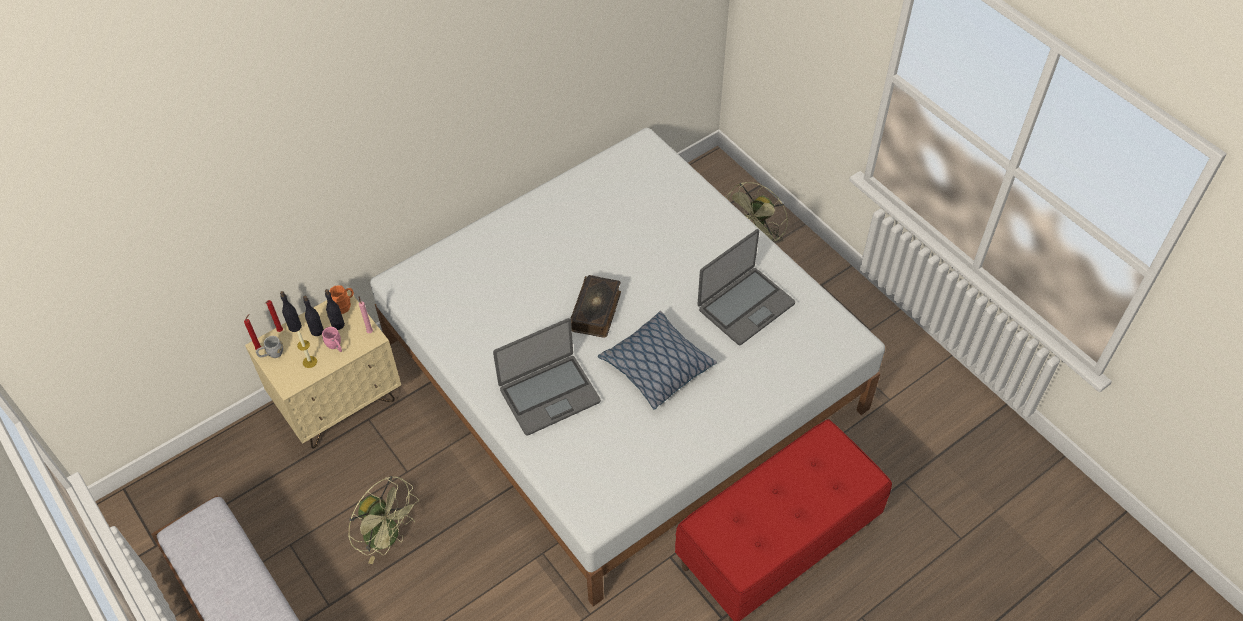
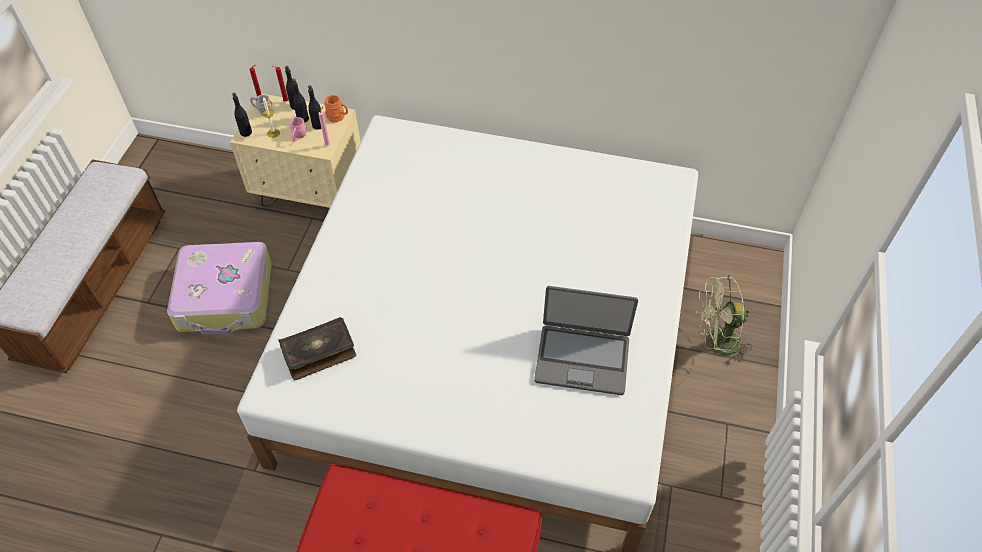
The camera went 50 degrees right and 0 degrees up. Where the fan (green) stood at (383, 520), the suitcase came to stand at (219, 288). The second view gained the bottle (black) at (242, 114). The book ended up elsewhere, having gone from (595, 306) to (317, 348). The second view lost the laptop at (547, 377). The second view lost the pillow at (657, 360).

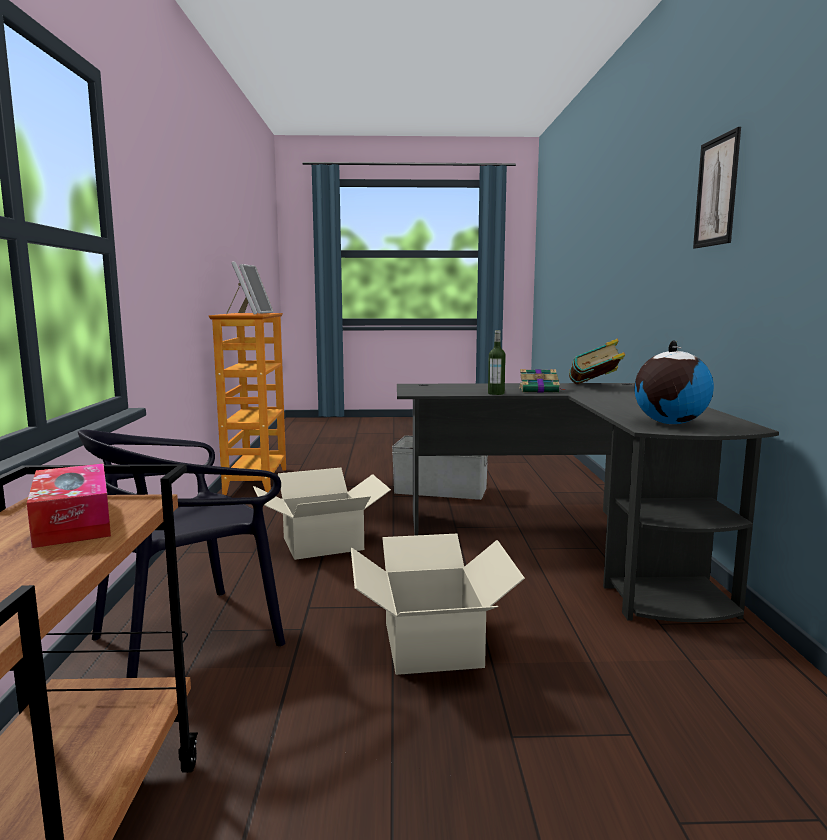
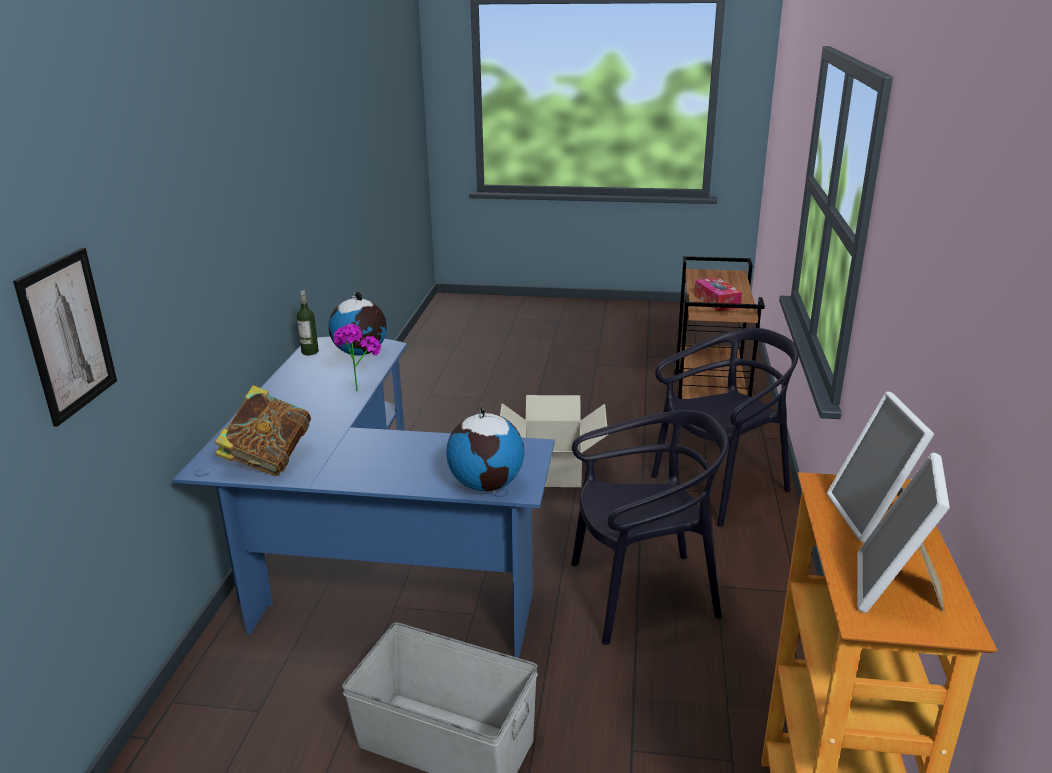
The camera went 170 degrees left and 15 degrees up. The picture ended up elsewhere, having gone from (717, 188) to (65, 337). What was the desk (black) at (588, 502) turned into the desk (blue) at (364, 497). The bottle ended up elsewhere, having gone from (497, 362) to (308, 323). The second view gained the potted plant at (357, 357). The second view gained the globe at (485, 448). Where the cardboard box stood at (322, 514), the chair (black) came to stand at (650, 527). The second view lost the book at (541, 381).

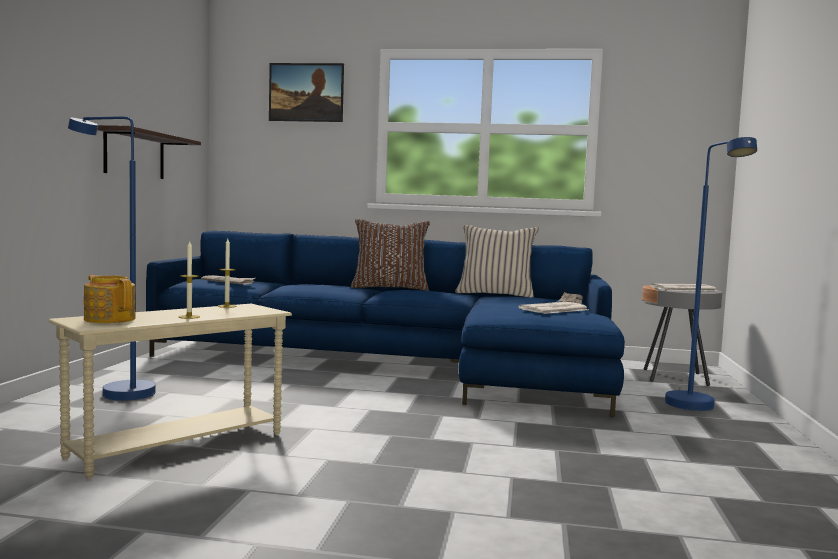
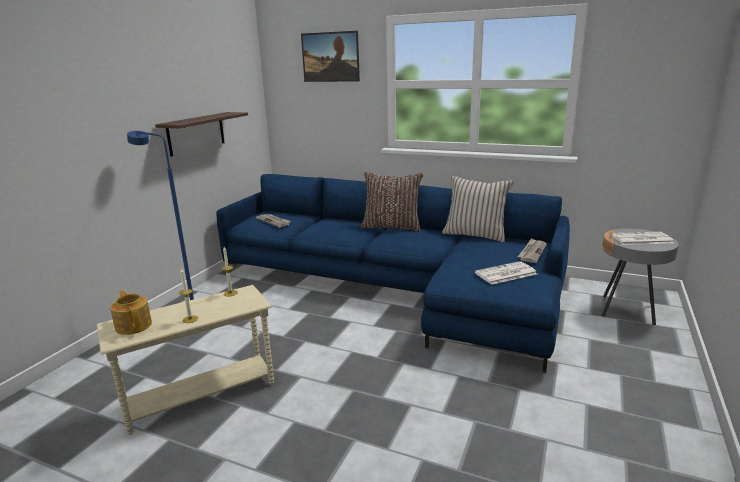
The camera went 15 degrees right and 15 degrees up. The second view lost the floor lamp (blue) at (711, 274).

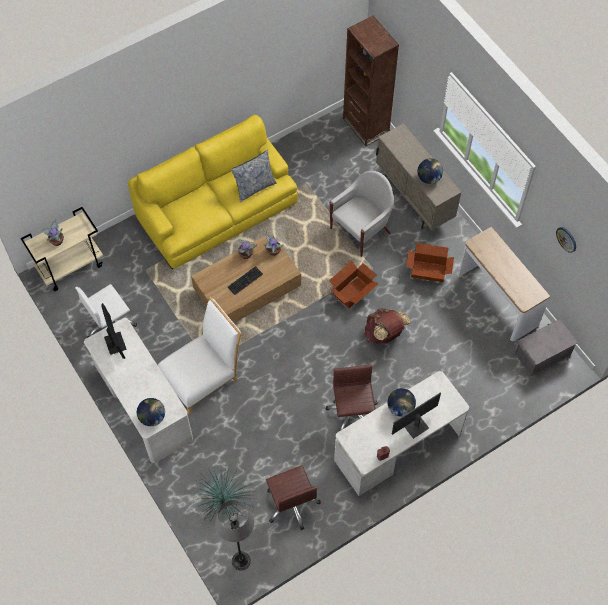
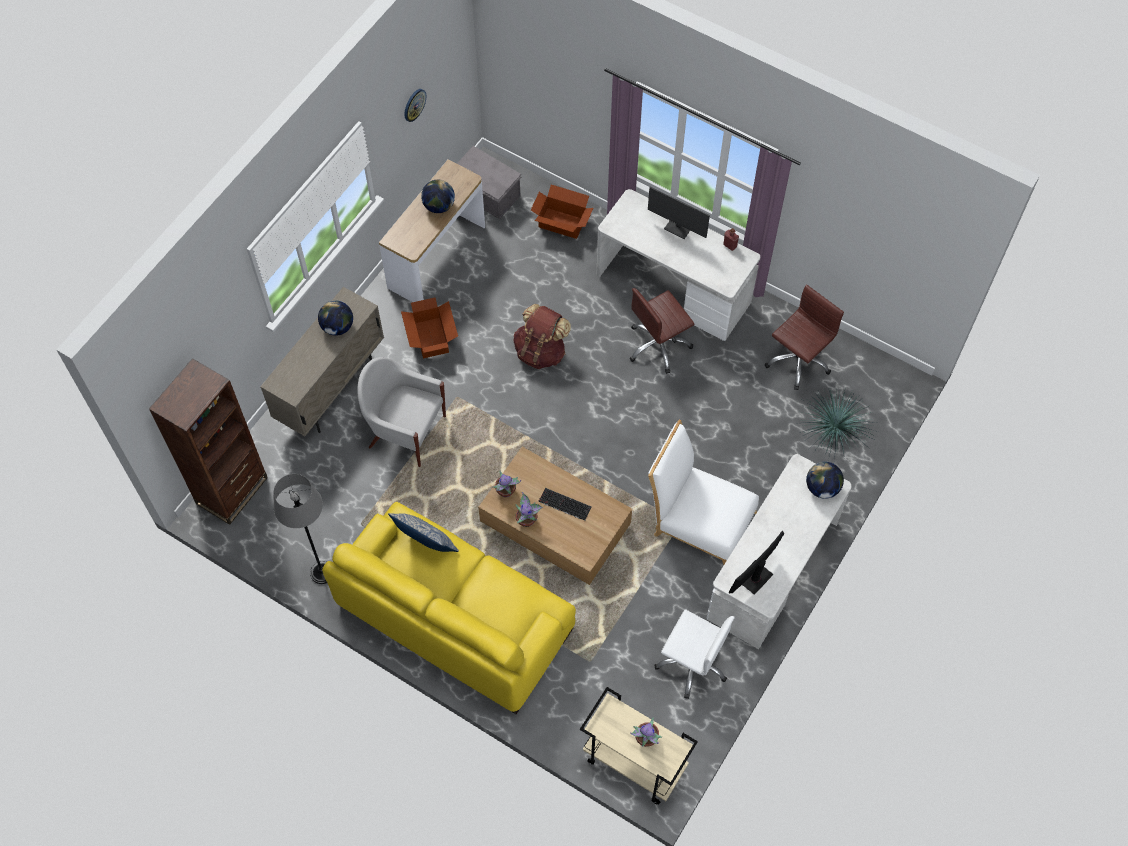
The camera went 115 degrees left and 0 degrees up. The floor lamp (grey) ended up elsewhere, having gone from (234, 535) to (300, 529). The globe ended up elsewhere, having gone from (401, 402) to (438, 196). The cardboard box ended up elsewhere, having gone from (353, 284) to (562, 212).

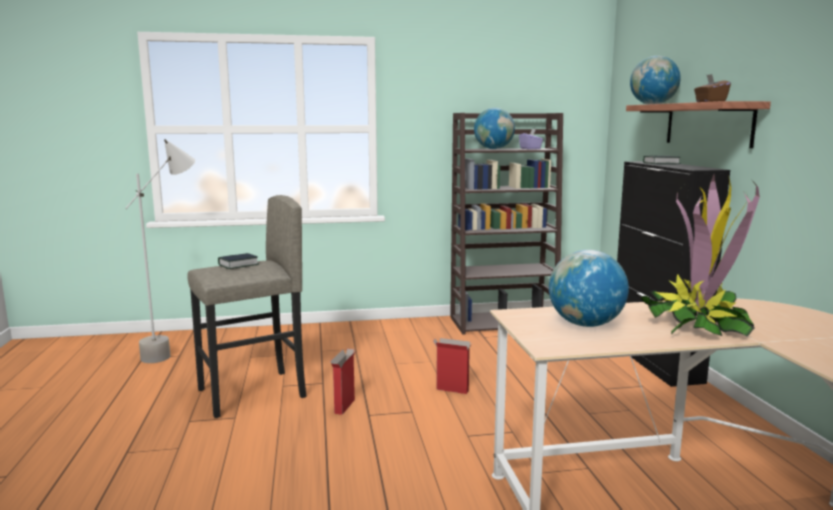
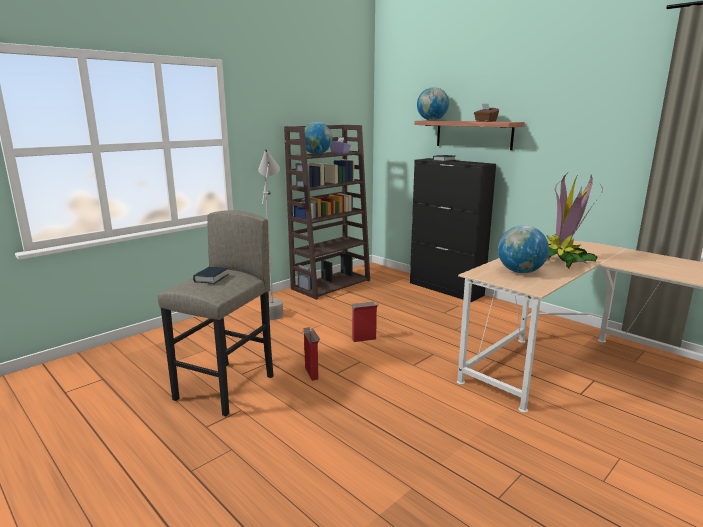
The camera went 35 degrees left and 5 degrees up. The floor lamp (grey) ended up elsewhere, having gone from (160, 251) to (271, 234).

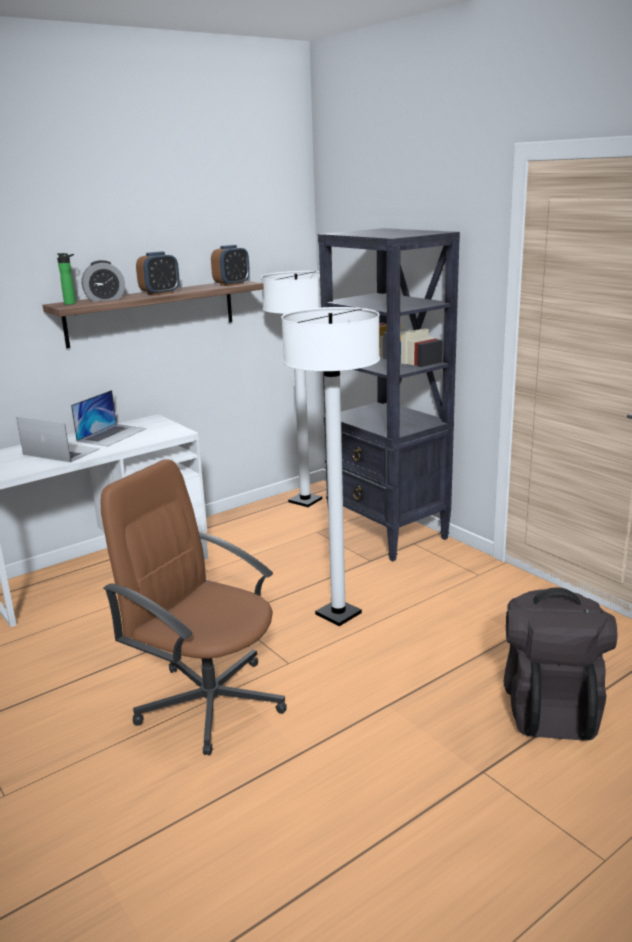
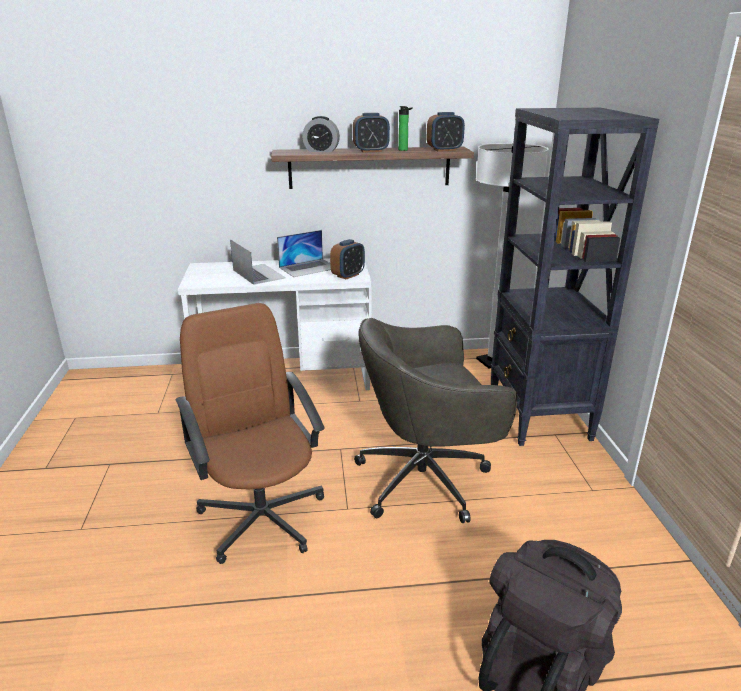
The camera went 30 degrees right and 5 degrees up. The second view gained the alarm clock at (347, 259). Where the floor lamp (white) stood at (330, 466), the office chair (grey) came to stand at (435, 420). The bottle ended up elsewhere, having gone from (66, 279) to (405, 128).

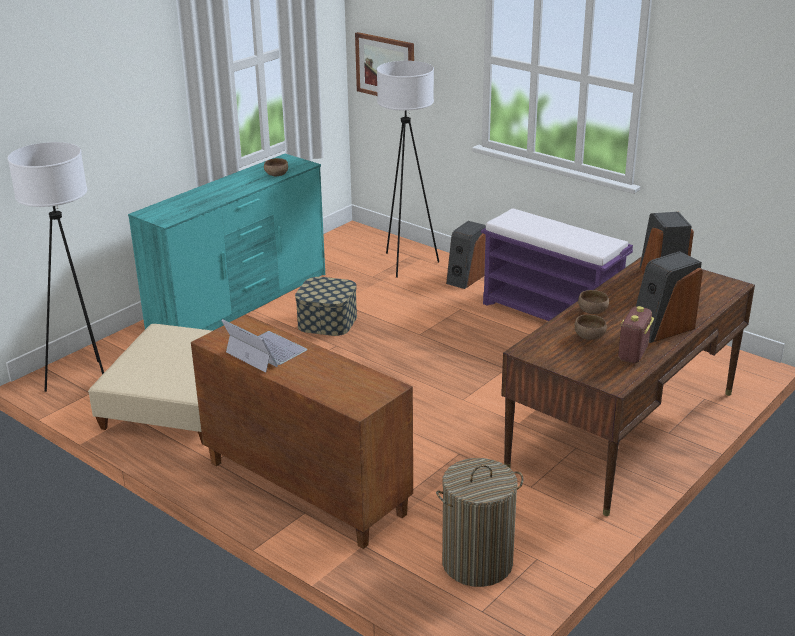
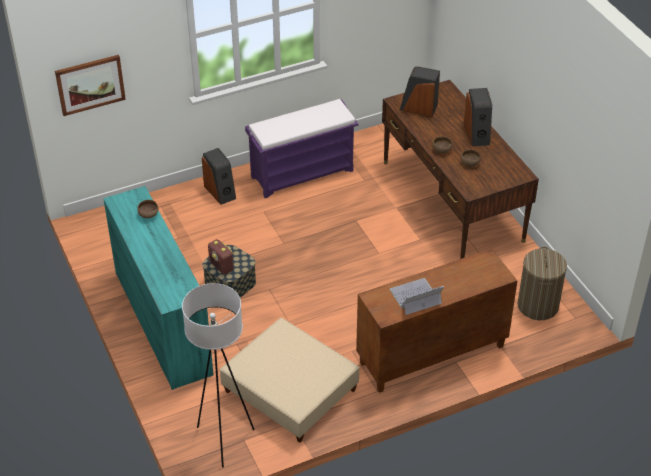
The camera went 65 degrees left and 15 degrees up. The radio ended up elsewhere, having gone from (636, 335) to (221, 257). The second view lost the floor lamp (white) at (408, 169).

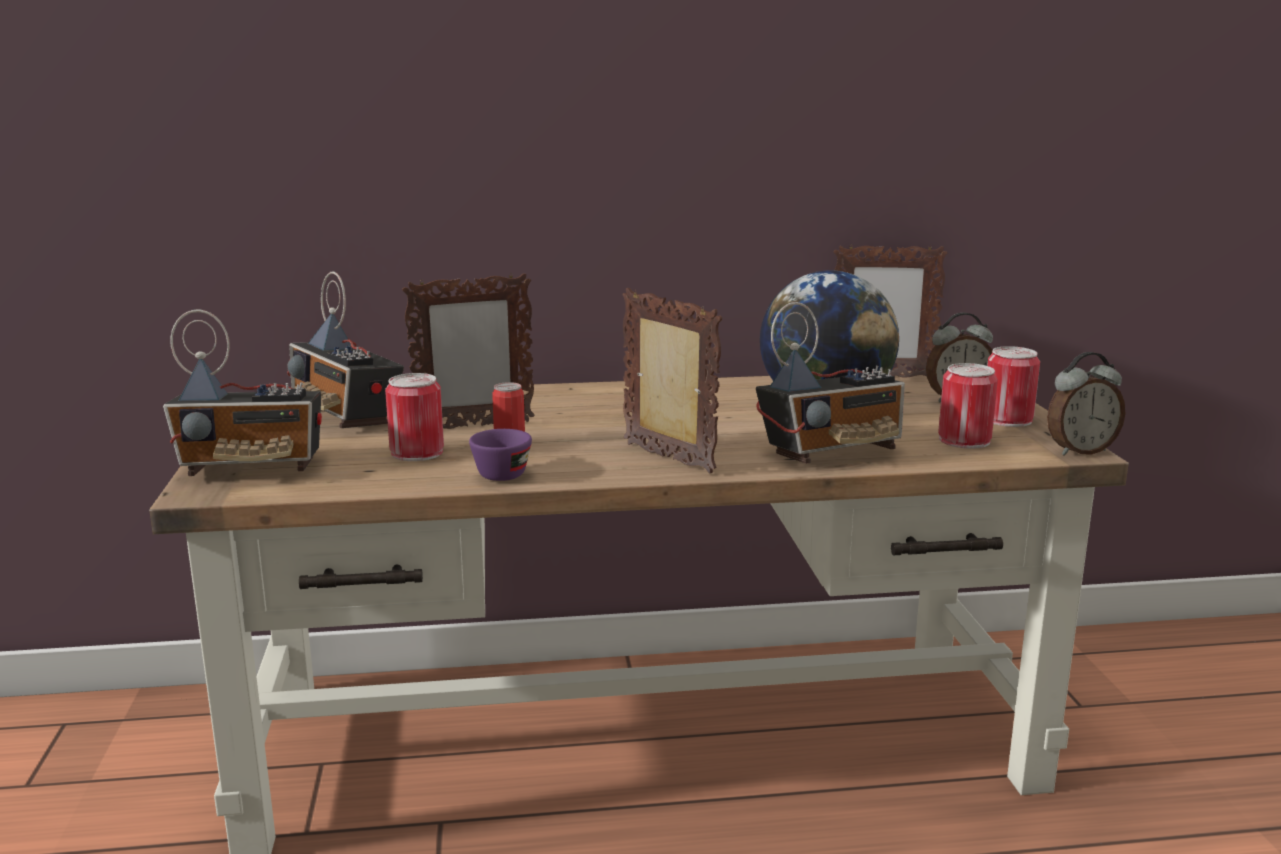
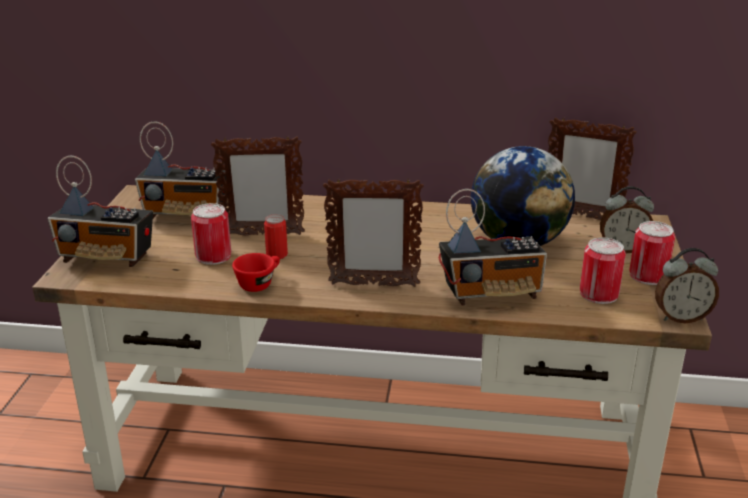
The camera went 15 degrees right and 10 degrees up. The radio at (345, 349) ended up facing another way, 60 degrees counterclockwise from before. What was the cup (purple) at (500, 455) turned into the cup (red) at (256, 272). The picture frame at (672, 381) ended up facing another way, 120 degrees clockwise from before.

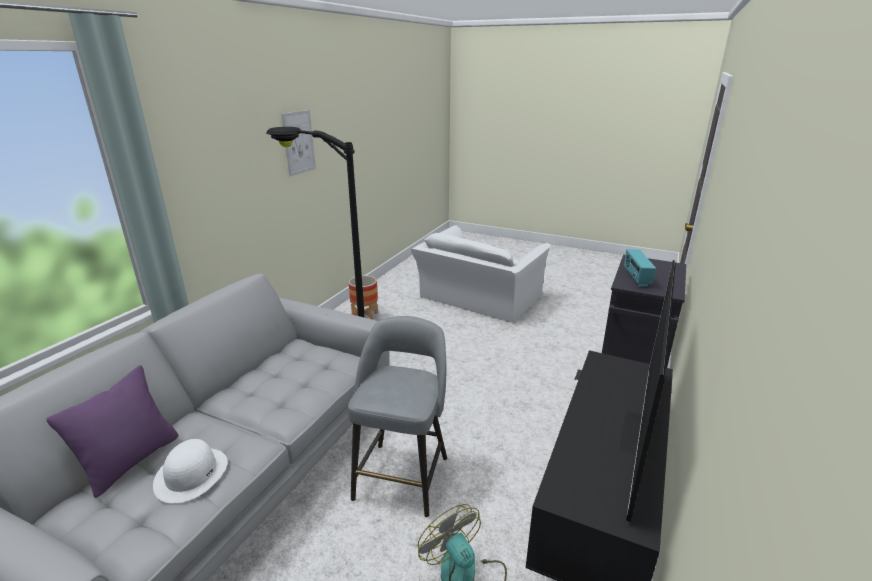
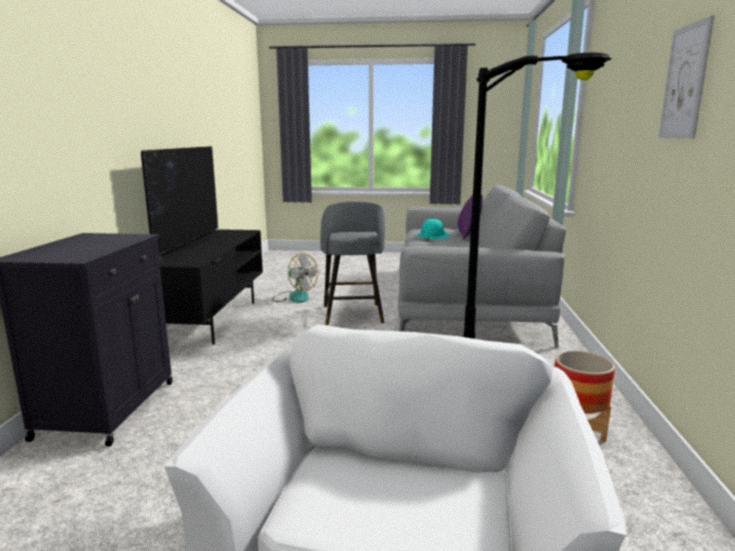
The camera went 160 degrees right and 10 degrees down. What was the hat (white) at (190, 471) turned into the hat (turquoise) at (433, 229). The second view lost the radio at (640, 268).

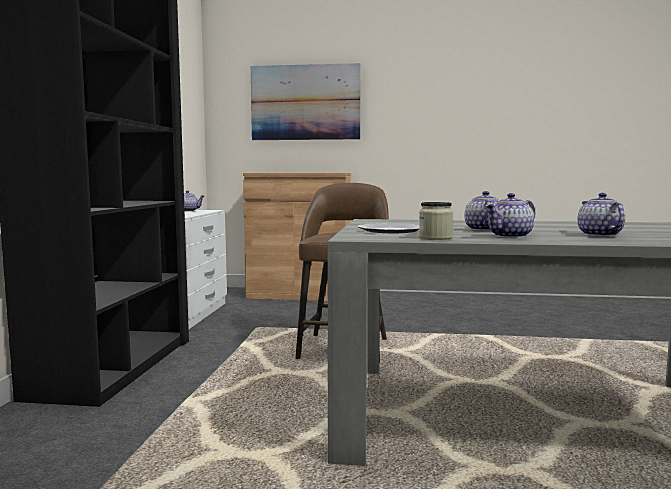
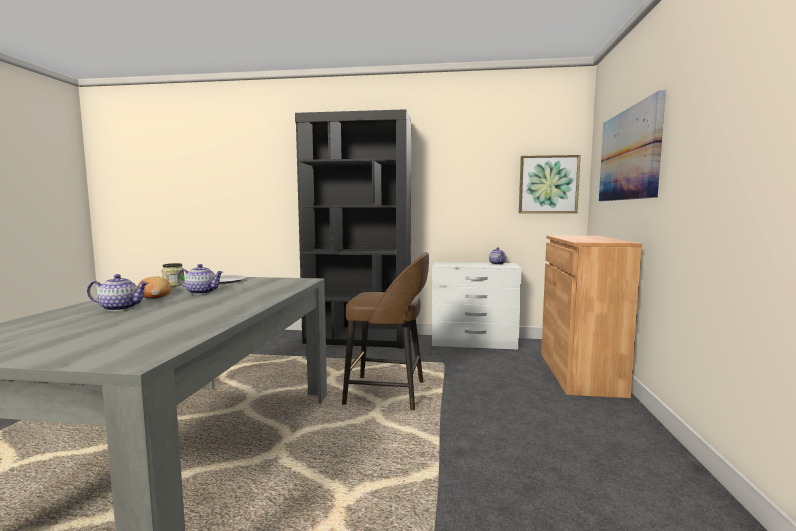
The camera went 90 degrees right and 0 degrees up. Where the teapot stood at (510, 215), the bread came to stand at (154, 287). The second view gained the picture at (550, 184).

